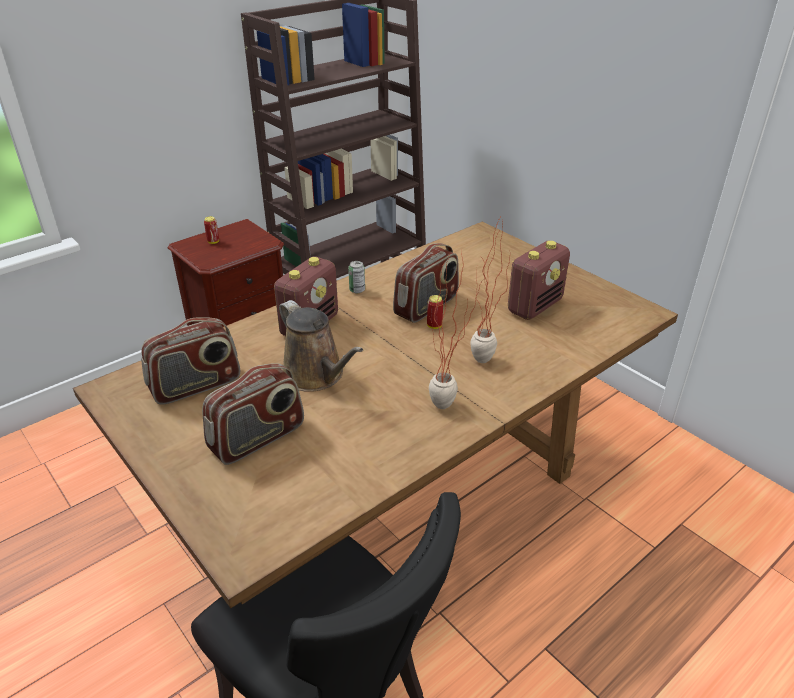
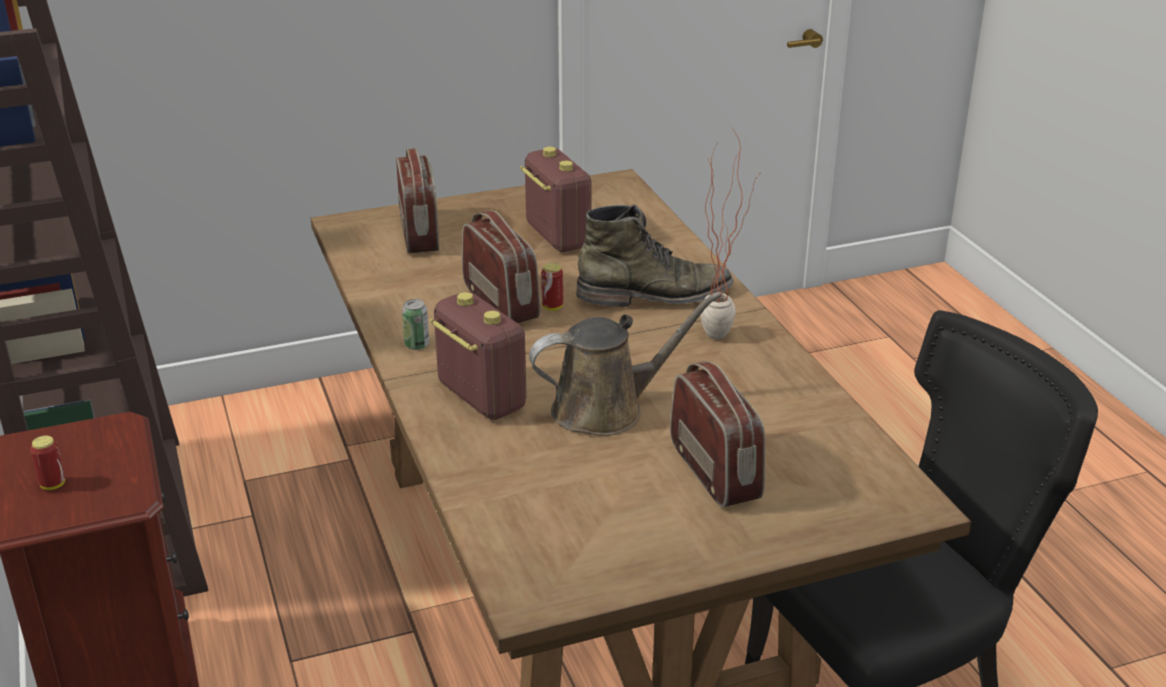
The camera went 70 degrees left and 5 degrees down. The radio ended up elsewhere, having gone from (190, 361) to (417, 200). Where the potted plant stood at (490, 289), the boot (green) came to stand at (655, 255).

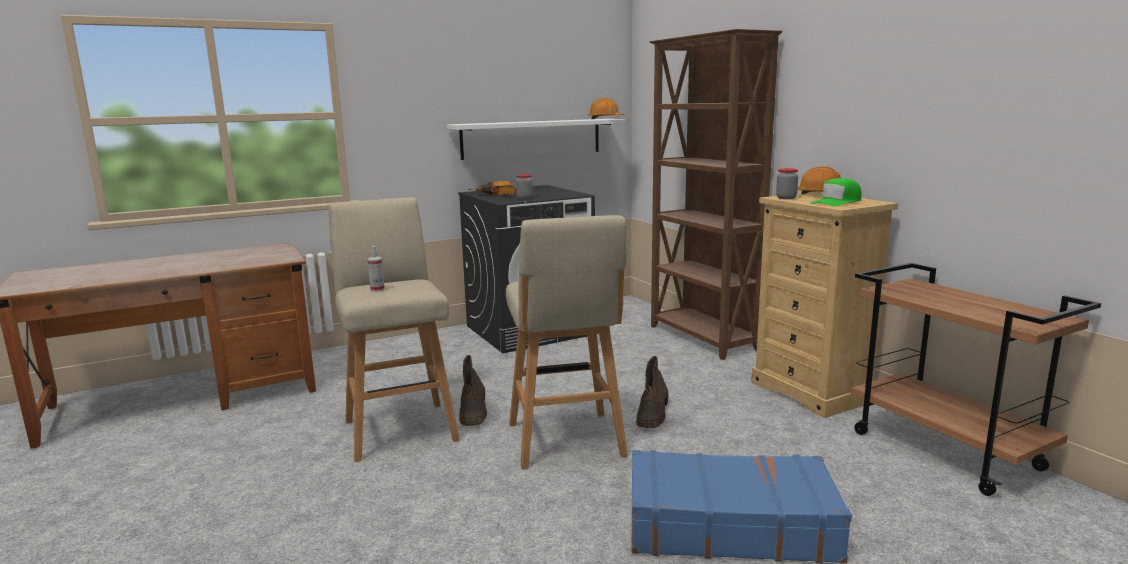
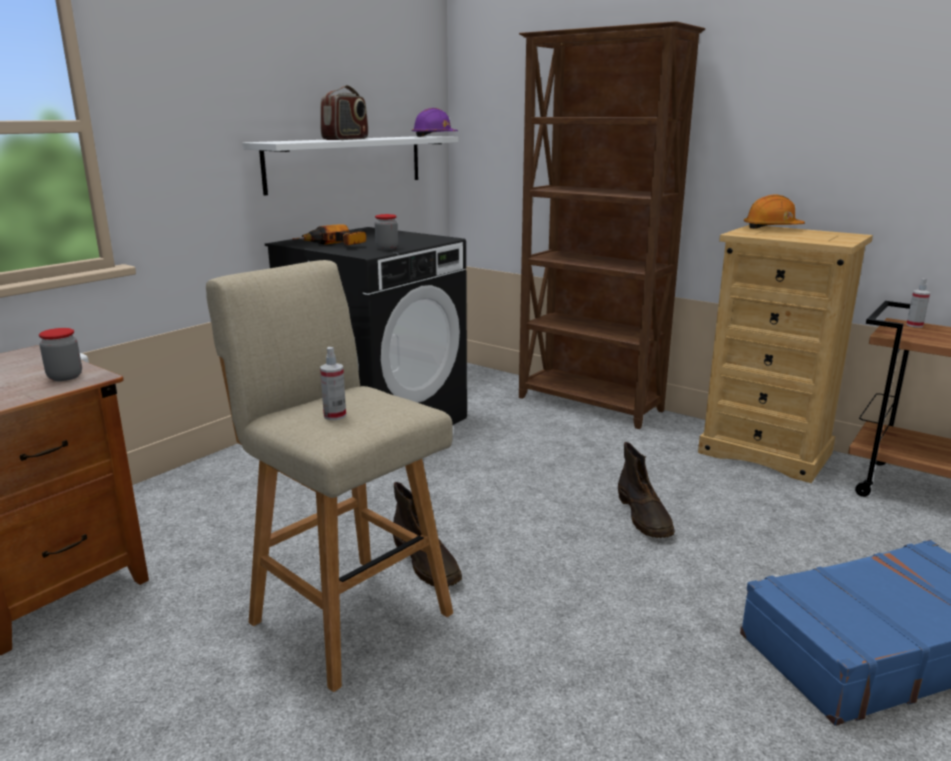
The camera went 25 degrees left and 5 degrees up. The jar ended up elsewhere, having gone from (787, 183) to (60, 354). The second view gained the radio at (344, 112). What was the hard hat (orange) at (606, 108) turned into the hard hat (purple) at (435, 122). The second view gained the spray bottle at (918, 303). The second view lost the stool (beige) at (567, 342). The second view lost the cap (green) at (836, 192).

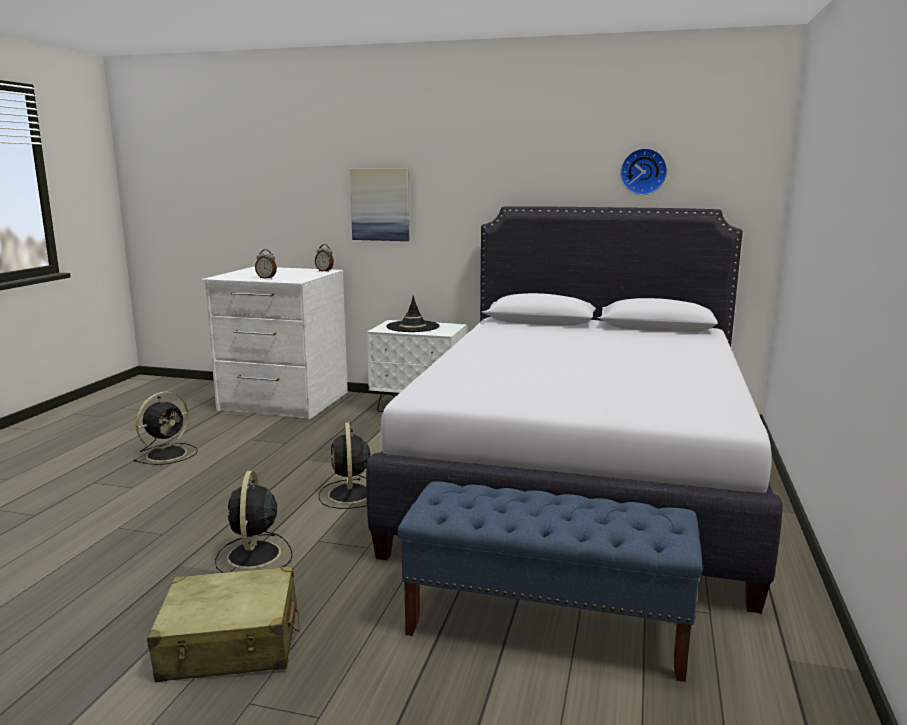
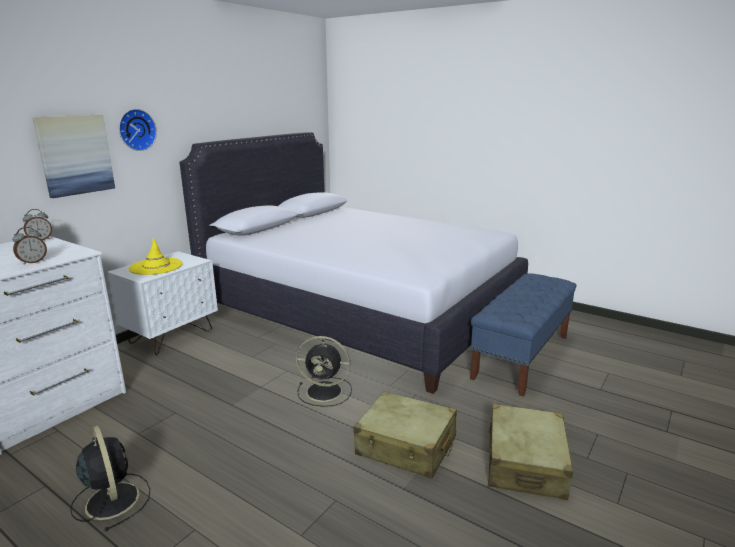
The camera went 70 degrees left and 5 degrees up. The wall clock ended up elsewhere, having gone from (643, 171) to (138, 130). What was the hat (black) at (413, 313) turned into the hat (yellow) at (155, 256). Where the fan (black) stood at (254, 522), the suitcase (beige) came to stand at (405, 434).

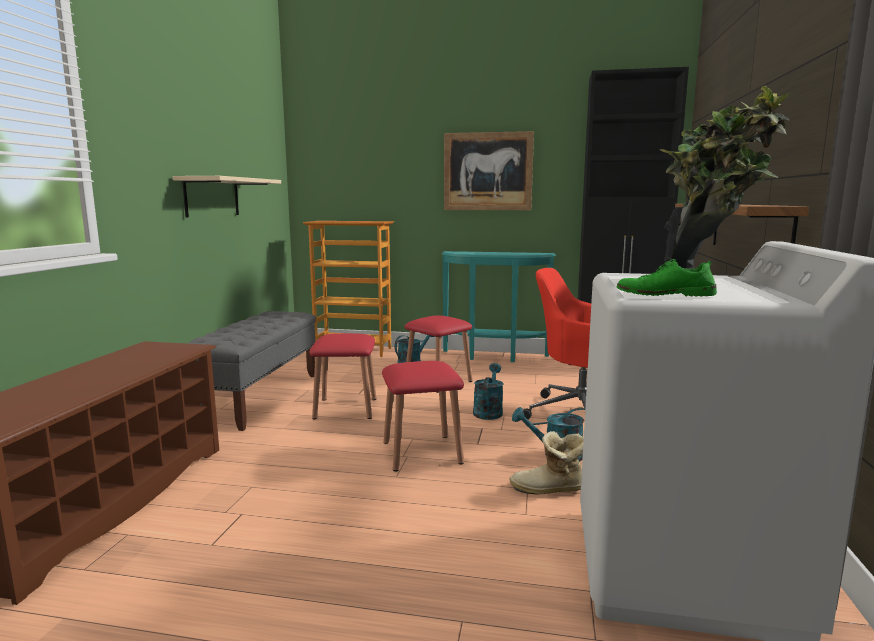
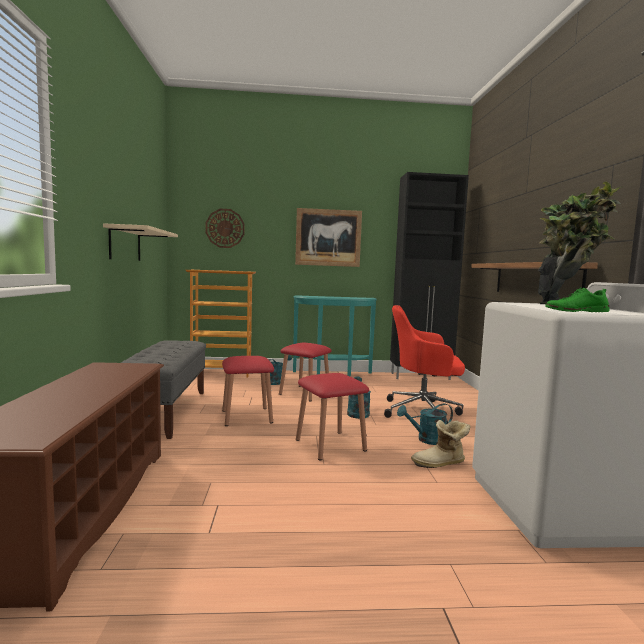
The camera went 15 degrees left and 5 degrees down. The second view gained the wall clock at (225, 228).

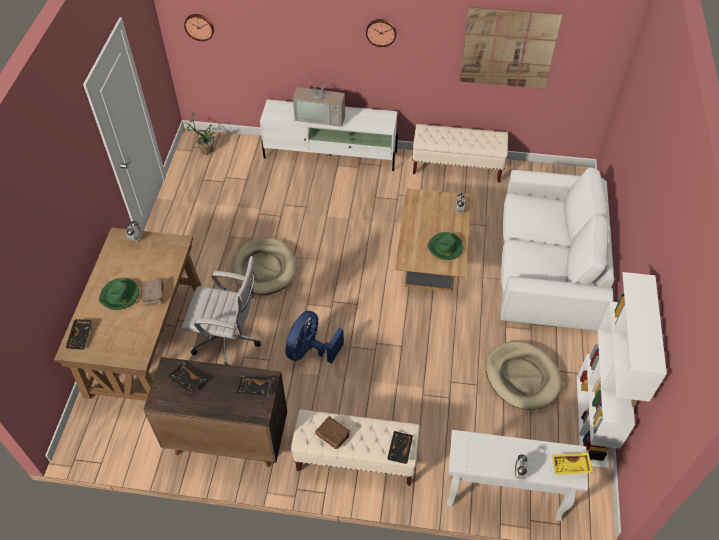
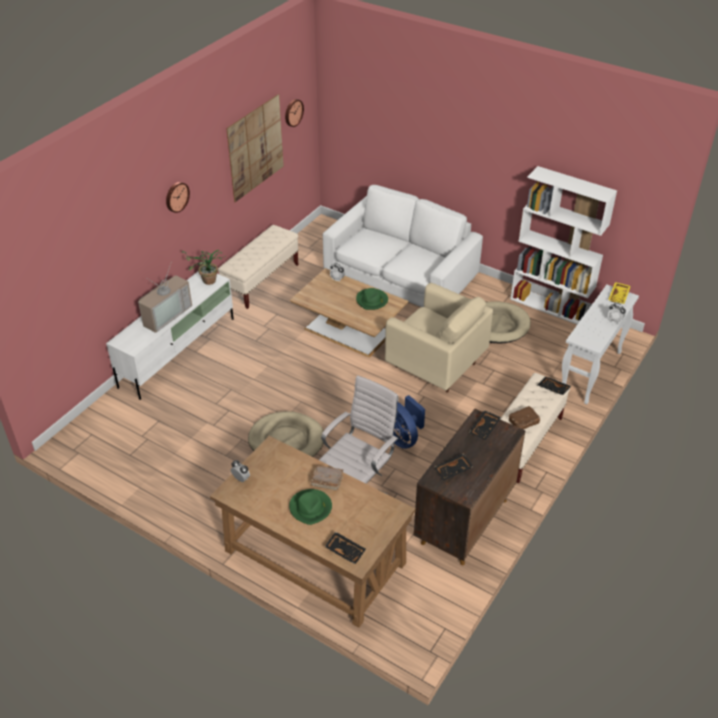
The camera went 65 degrees left and 10 degrees down. The potted plant ended up elsewhere, having gone from (198, 134) to (204, 267). The wall clock ended up elsewhere, having gone from (199, 27) to (294, 113). The second view gained the armchair (beige) at (439, 338).

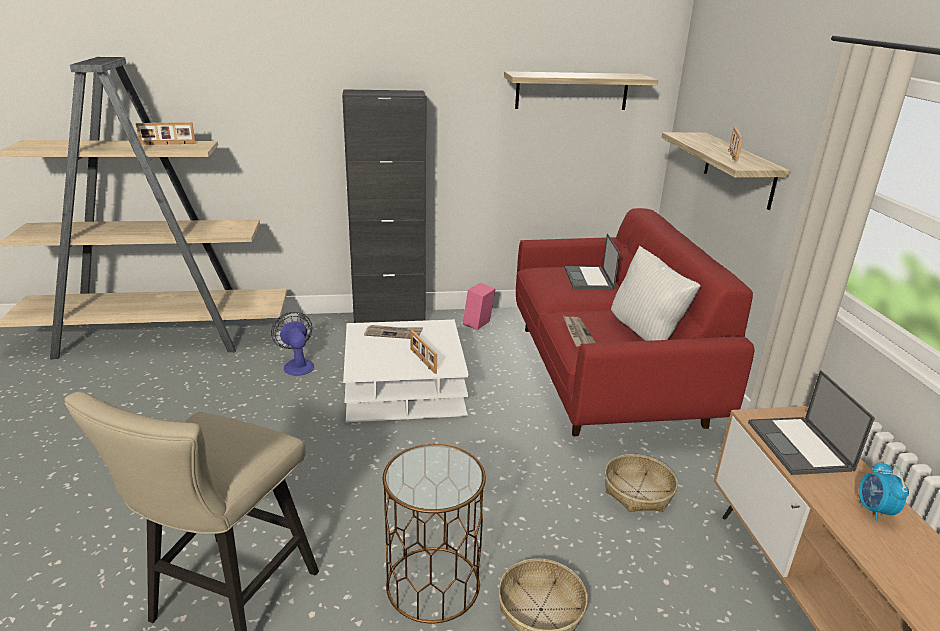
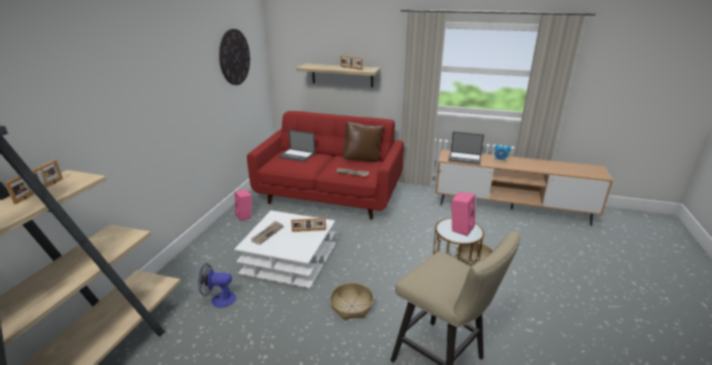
The camera went 65 degrees left and 0 degrees up. Where the shelf hung at (581, 90), the wall clock came to hang at (234, 57). The basket ended up elsewhere, having gone from (641, 483) to (352, 301). What was the pillow (white) at (656, 293) turned into the pillow (brown) at (363, 141). The second view gained the speaker (pink) at (463, 214). The second view lost the cabinet (black) at (384, 206).

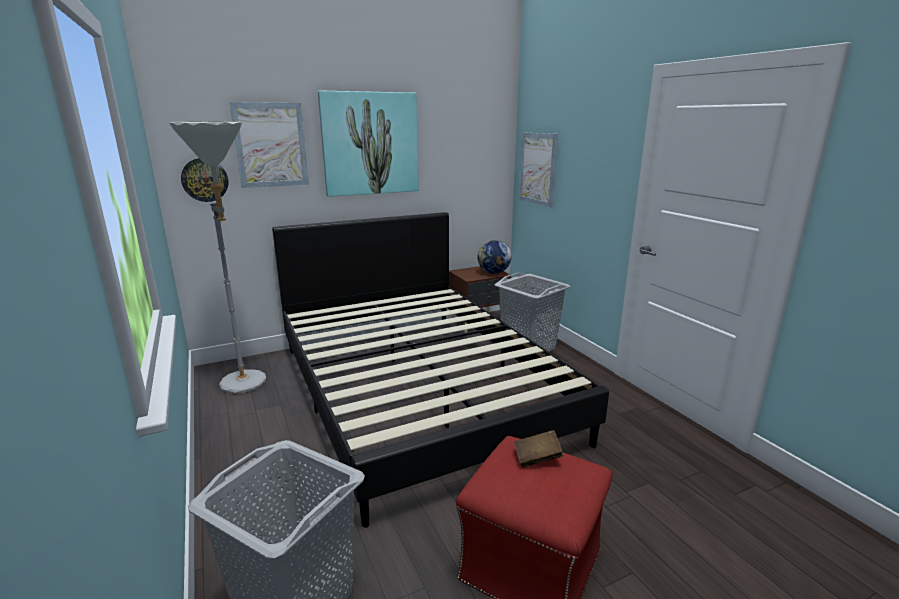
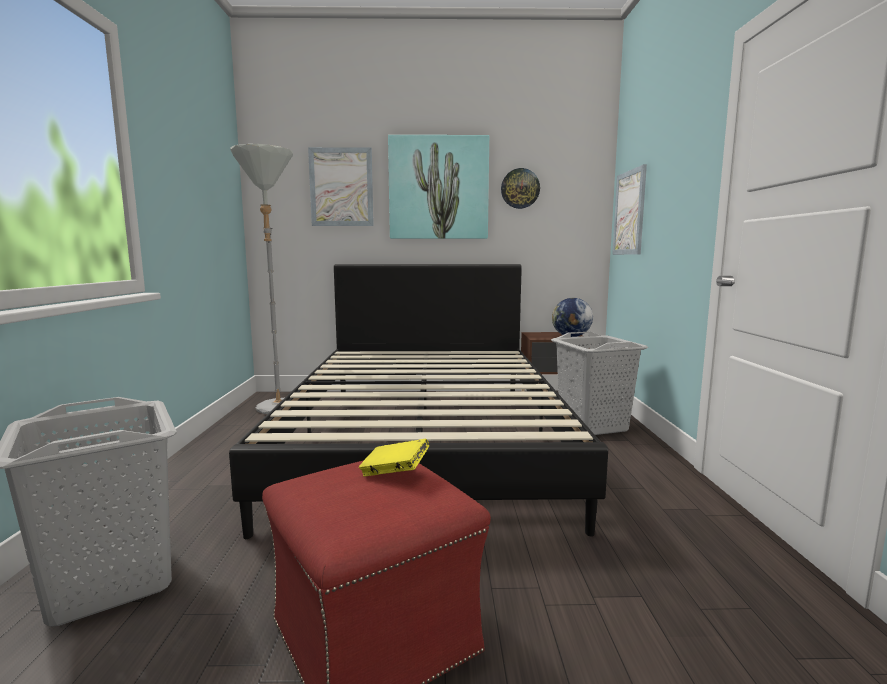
The camera went 25 degrees right and 10 degrees down. What was the book (brown) at (538, 449) turned into the book (yellow) at (394, 458). The wall clock ended up elsewhere, having gone from (205, 180) to (520, 188).

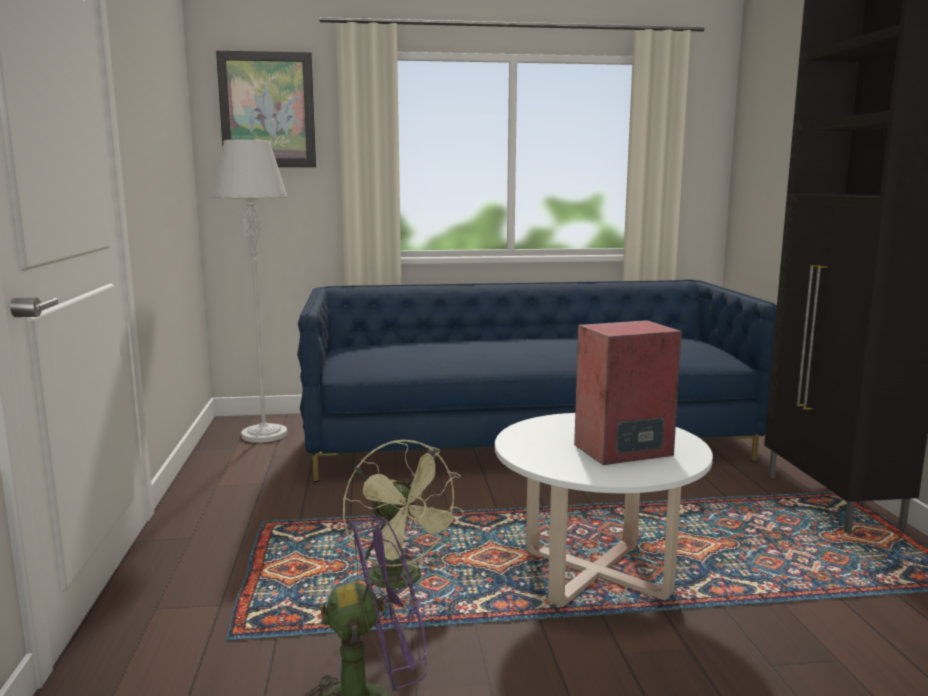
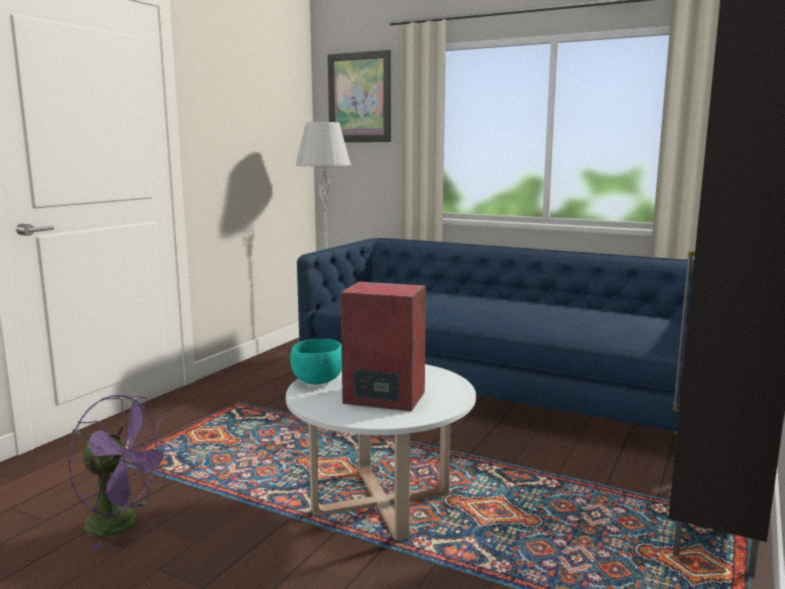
The camera went 35 degrees right and 0 degrees up. The second view gained the bowl (turquoise) at (316, 362). The second view lost the fan (green) at (403, 514).

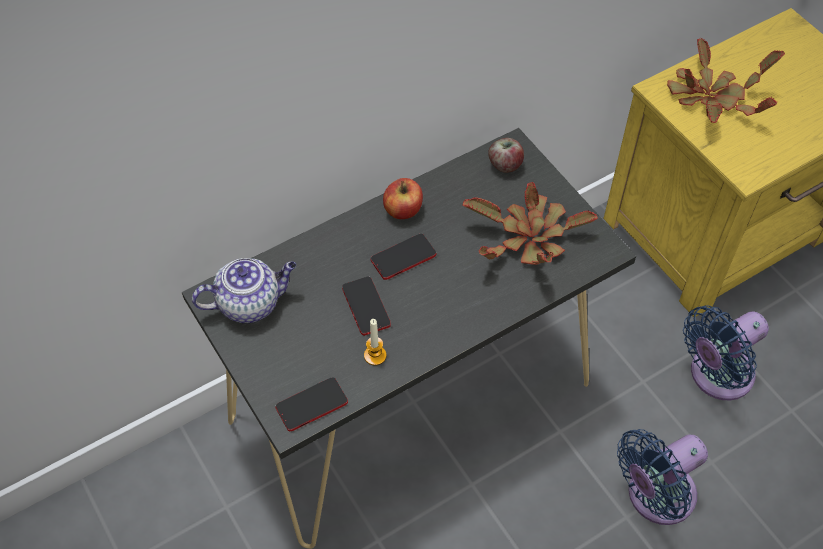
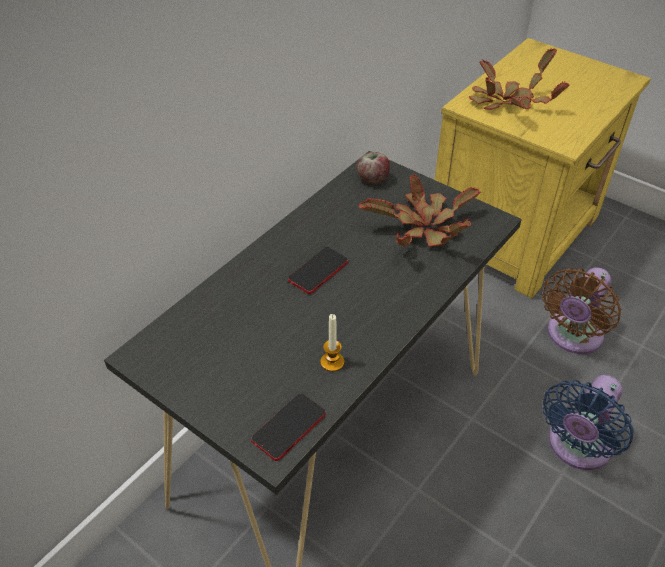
The camera went 20 degrees left and 10 degrees down. What was the fan (blue) at (726, 352) turned into the fan (brown) at (581, 311). The second view lost the teapot at (244, 290). The second view lost the phone at (366, 306). The second view lost the apple at (403, 198).

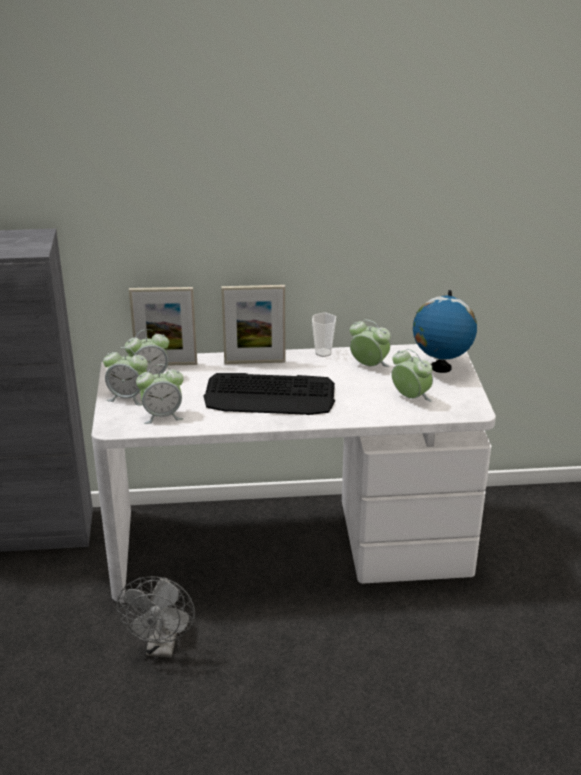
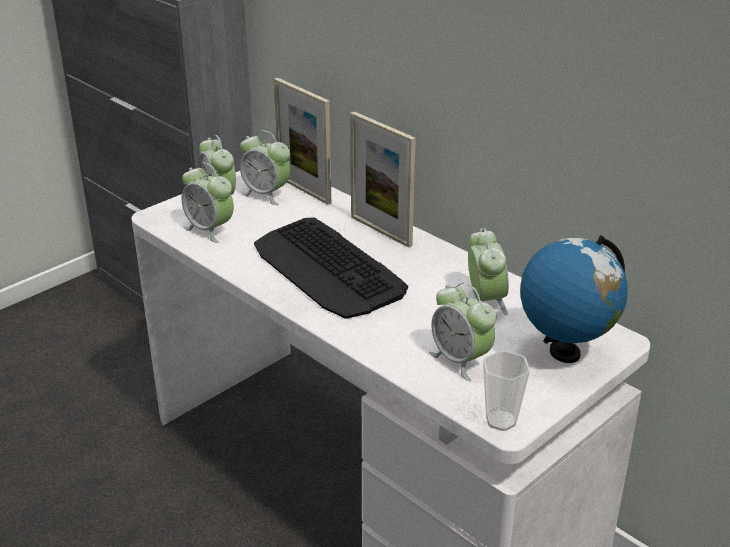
The camera went 50 degrees right and 0 degrees up. The alarm clock at (412, 375) ended up facing another way, 135 degrees clockwise from before. The cup ended up elsewhere, having gone from (324, 334) to (506, 390). The second view lost the fan (grey) at (155, 616).

